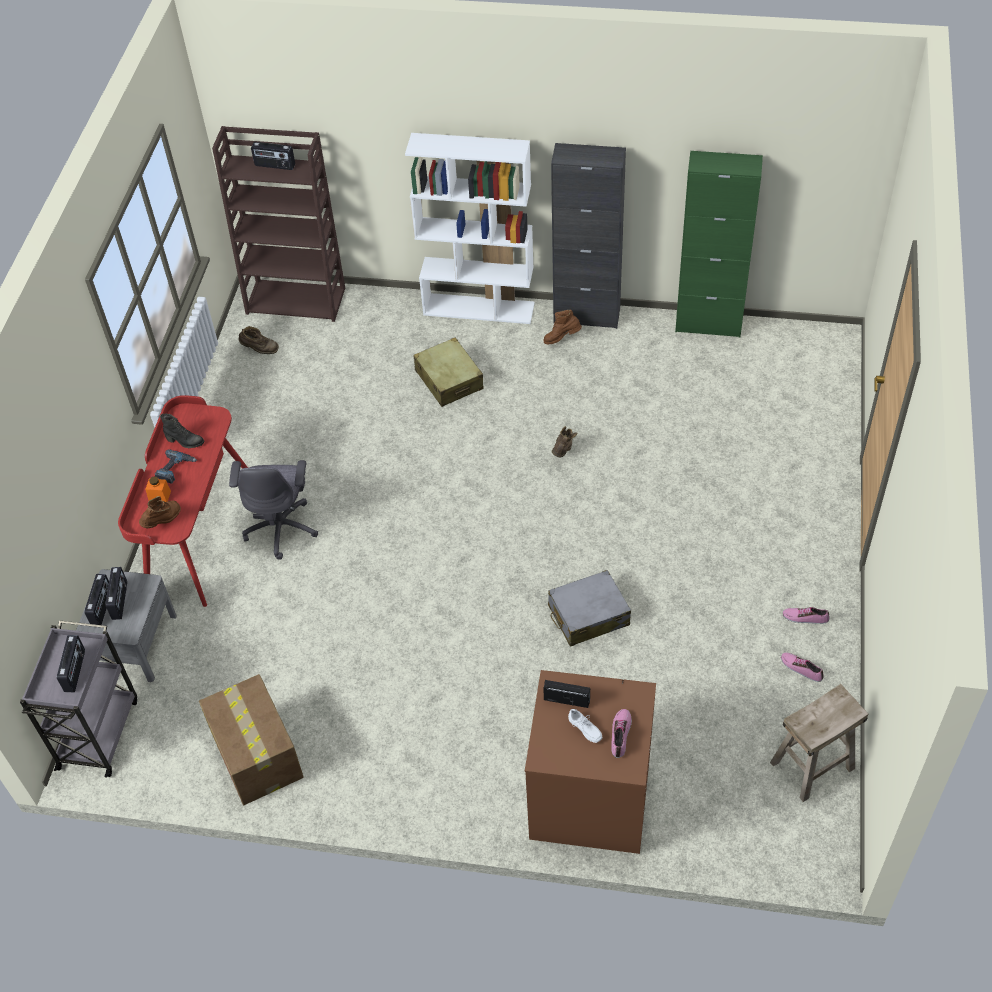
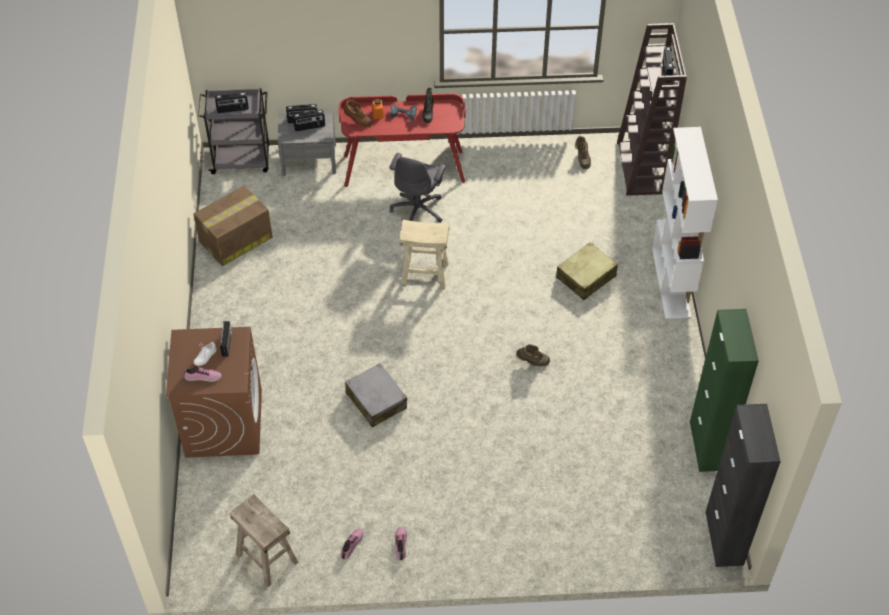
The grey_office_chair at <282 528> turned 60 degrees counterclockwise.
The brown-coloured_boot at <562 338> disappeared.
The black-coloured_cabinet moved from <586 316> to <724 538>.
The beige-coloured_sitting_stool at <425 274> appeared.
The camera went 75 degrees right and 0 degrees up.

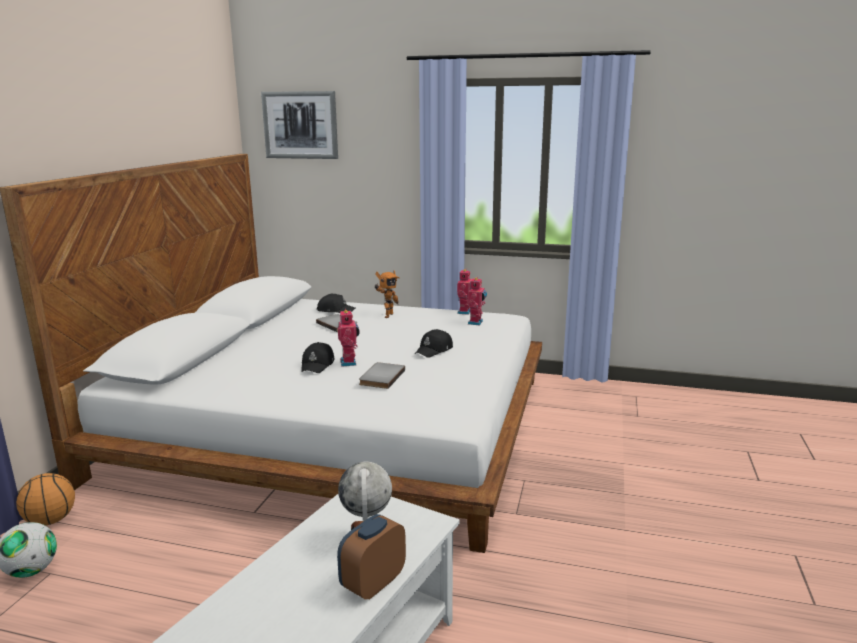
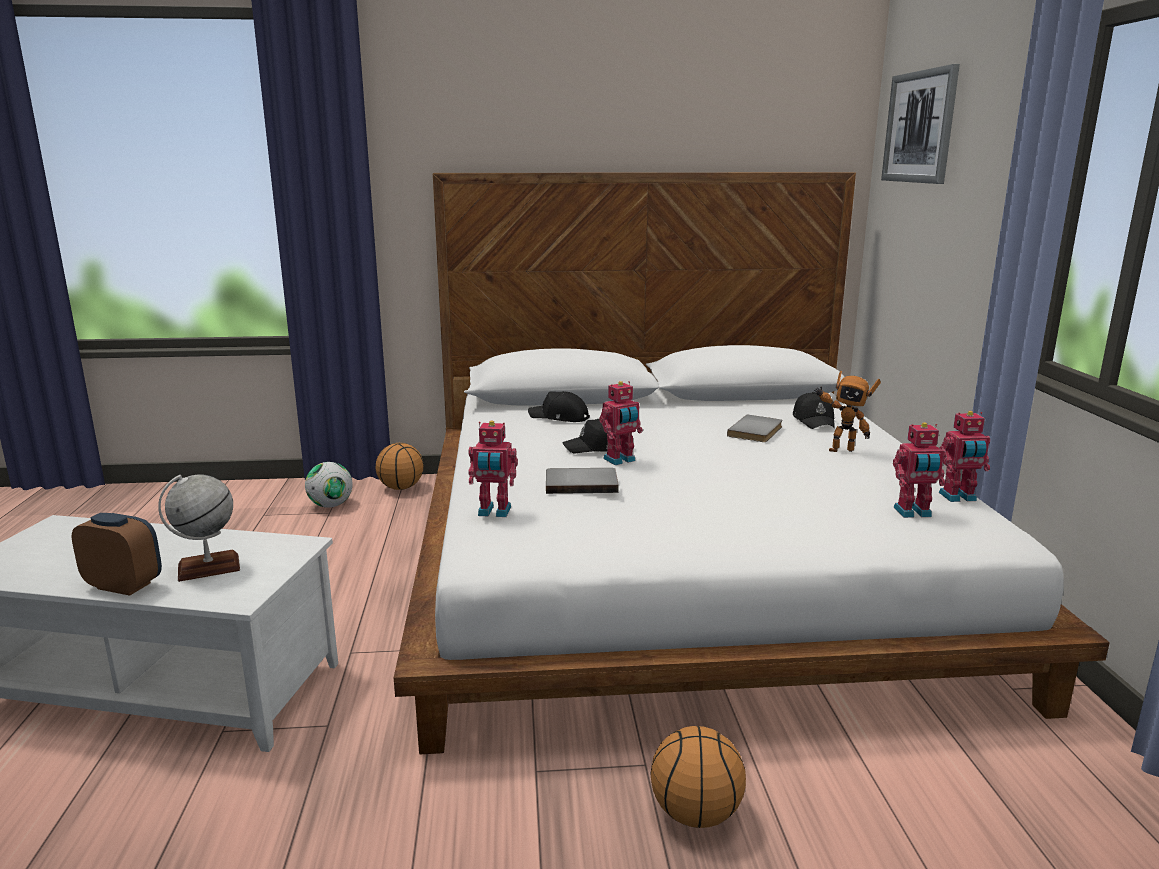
The black-coloured_cap moved from <434 350> to <559 417>.
The toy_robot at <494 512> appeared.
The ball_for_basketball at <696 814> appeared.
The camera went 70 degrees right and 0 degrees up.

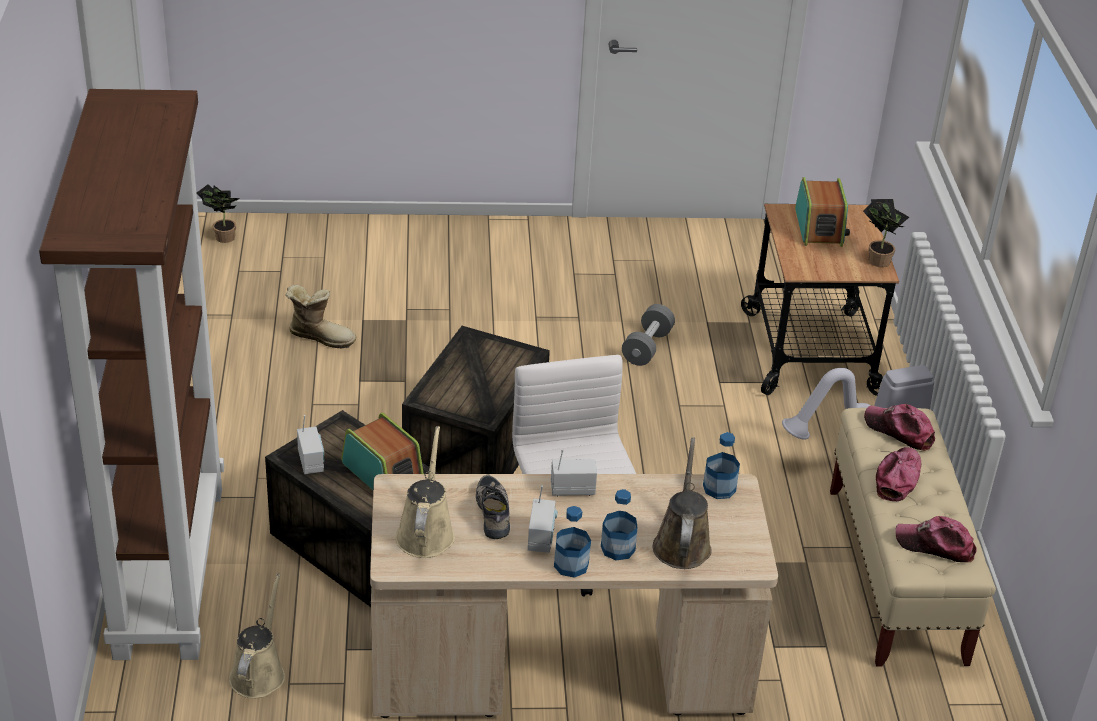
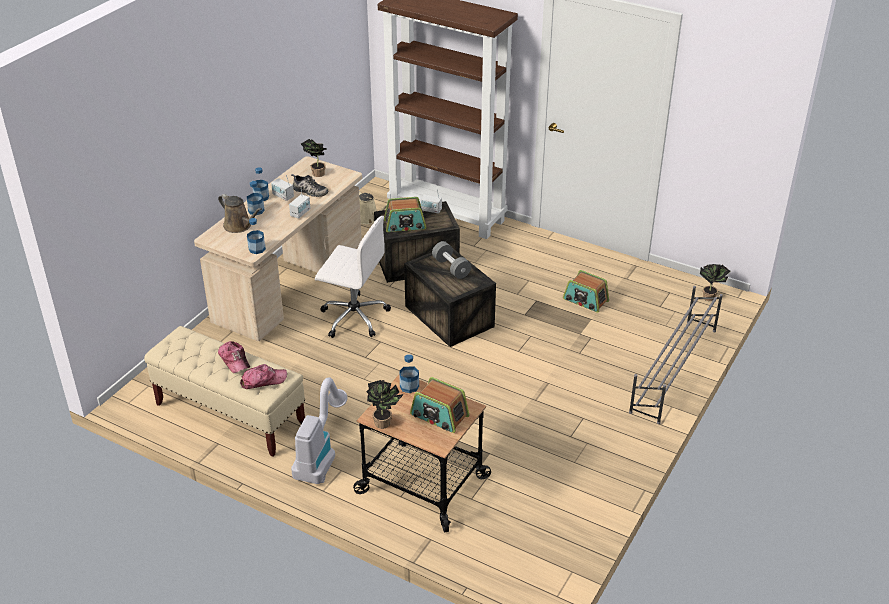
The boot at <321 336> was replaced by the radio_receiver at <585 300>.
The beige-coloured_watering_can at <426 532> was replaced by the plant_in_a_pot at <316 173>.
The grey_free_weight moved from <647 347> to <451 268>.
The cap at <935 545> disappeared.
The drink_bottle at <409 386> appeared.
The grey_shoe_rack at <673 370> appeared.
The camera went 125 degrees right and 0 degrees up.

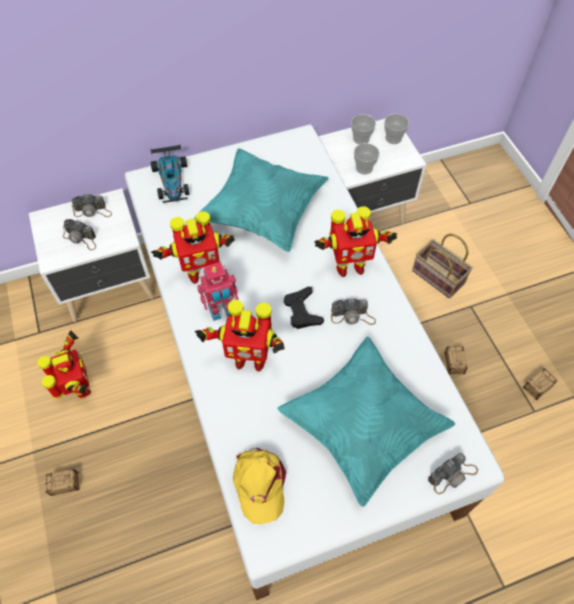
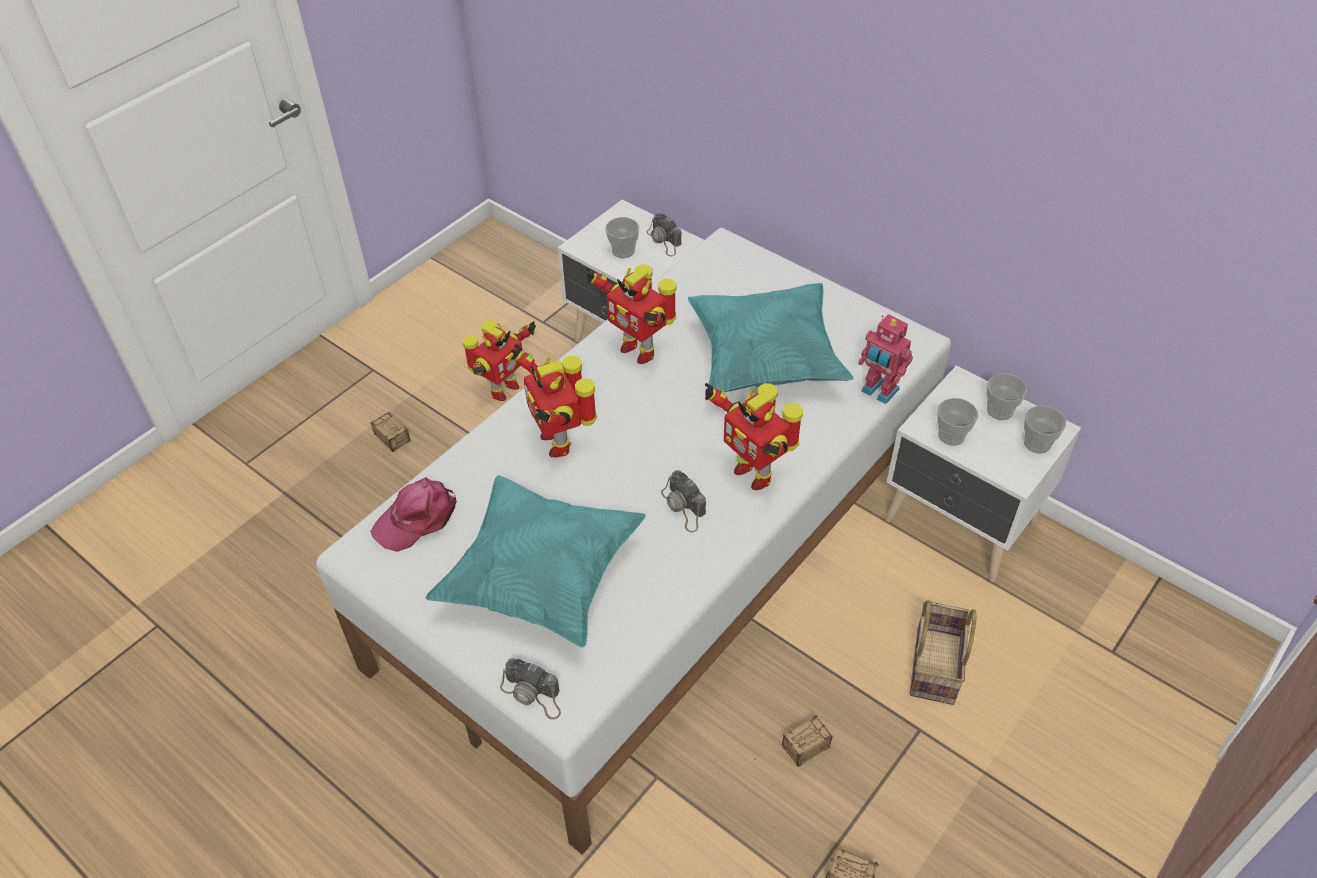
The photo_camera at <81 238> was replaced by the small_cup at <623 251>.
The model_car at <172 180> disappeared.
The toy_robot moved from <221 311> to <878 391>.
The yellowish_cap at <259 484> became the pink-coloured_cap at <417 518>.
The black-coloured_joypad at <302 311> disappeared.
The camera went 60 degrees right and 10 degrees down.

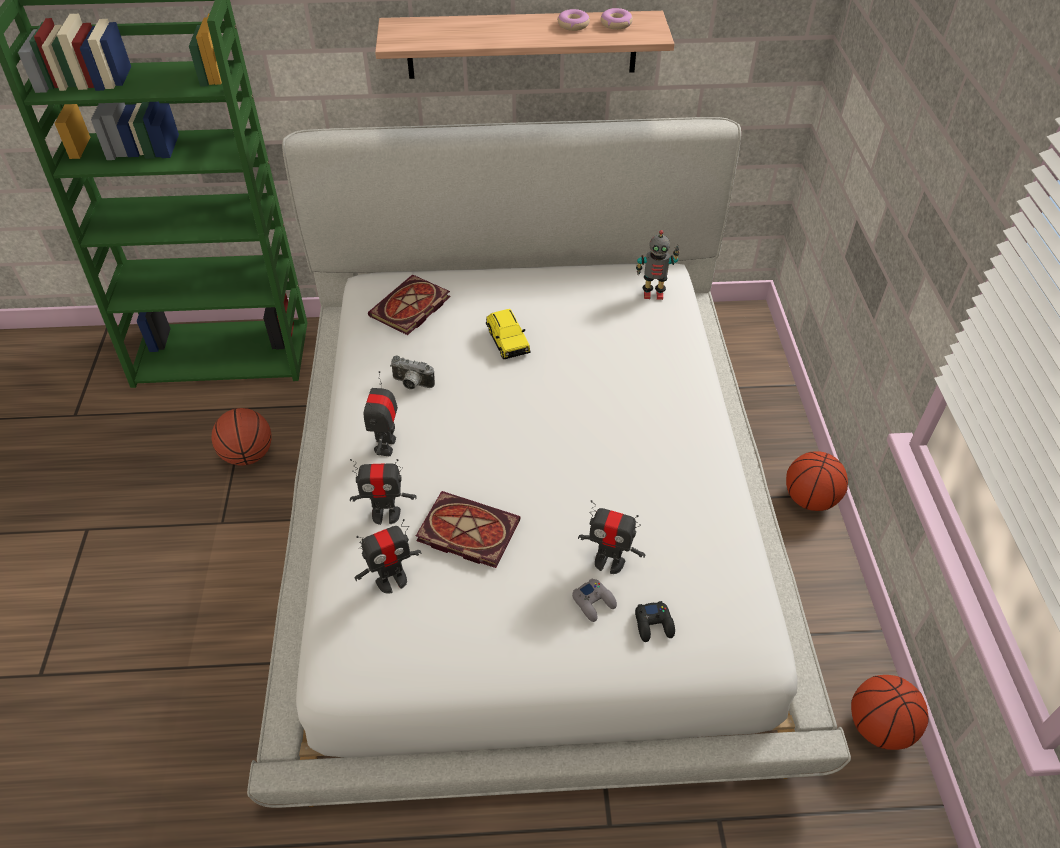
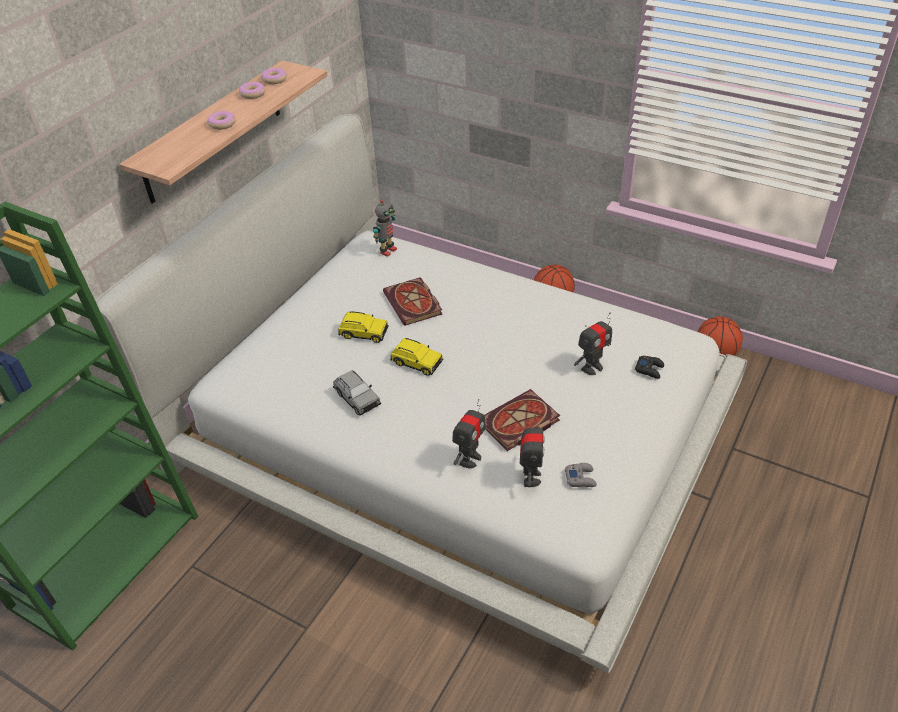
The ball_for_basketball at <248 455> disappeared.
The toy_robot at <386 445> disappeared.
The bound_book moved from <410 308> to <414 304>.
The photo_camera at <411 384> was replaced by the grey_model_car at <357 398>.
The grey_joypad moved from <594 602> to <580 478>.
The ring_doughnut at <222 124> appeared.
The yellowish_model_car at <417 363> appeared.
The camera went 55 degrees left and 5 degrees down.

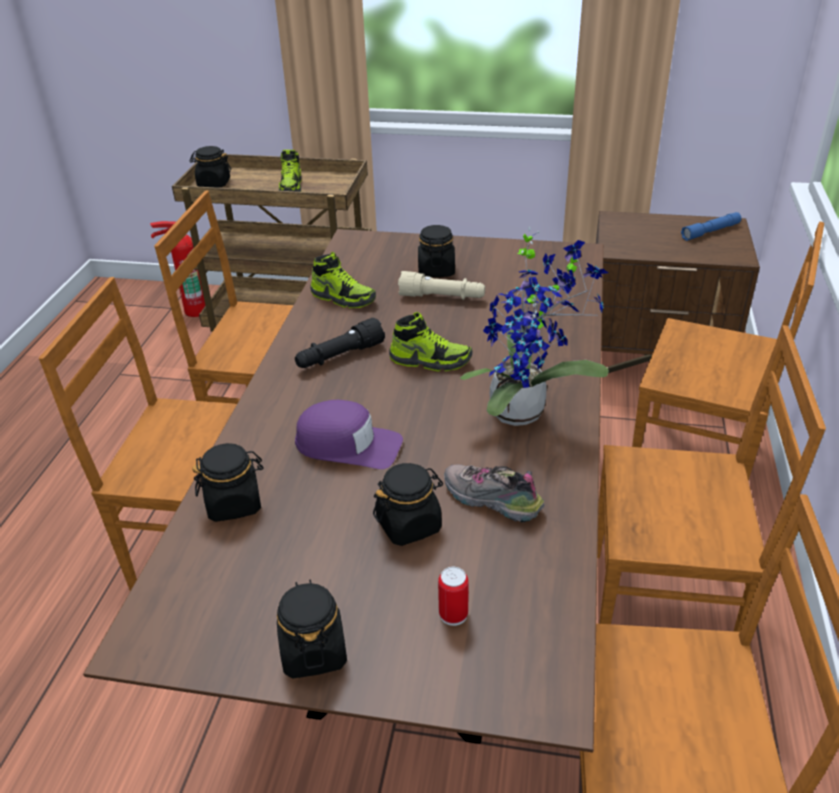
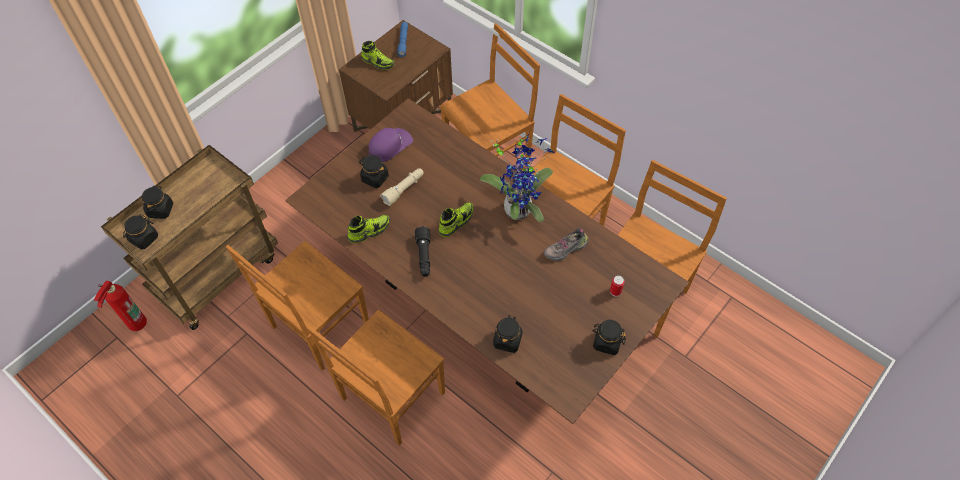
The shoe moved from <291 188> to <378 62>.
The purplish_cap moved from <348 445> to <390 146>.
The black-coloured_storage_jar moved from <409 525> to <160 210>.
The camera went 60 degrees left and 20 degrees up.

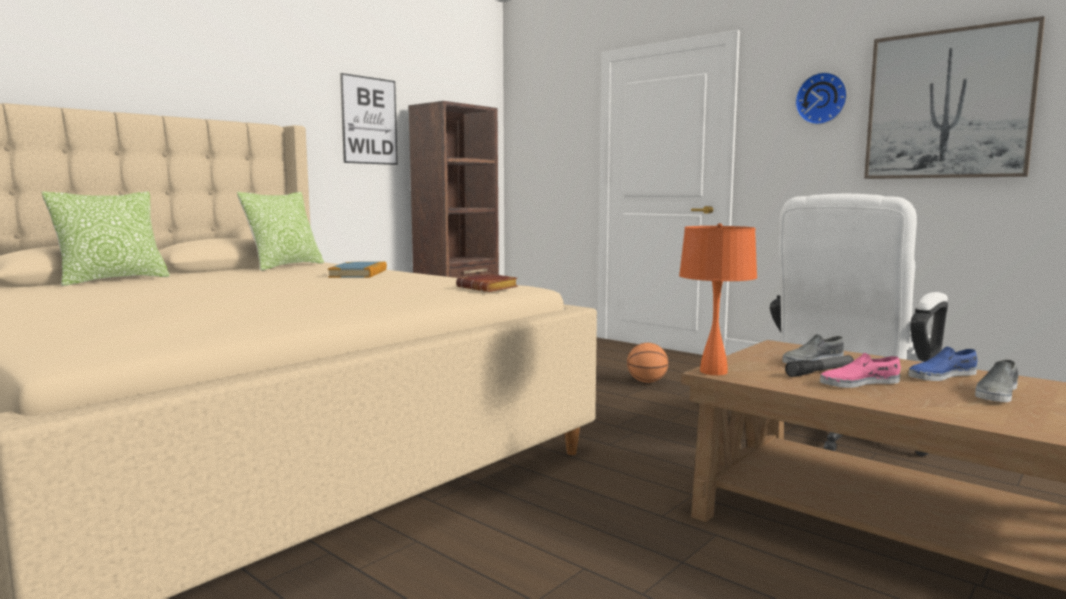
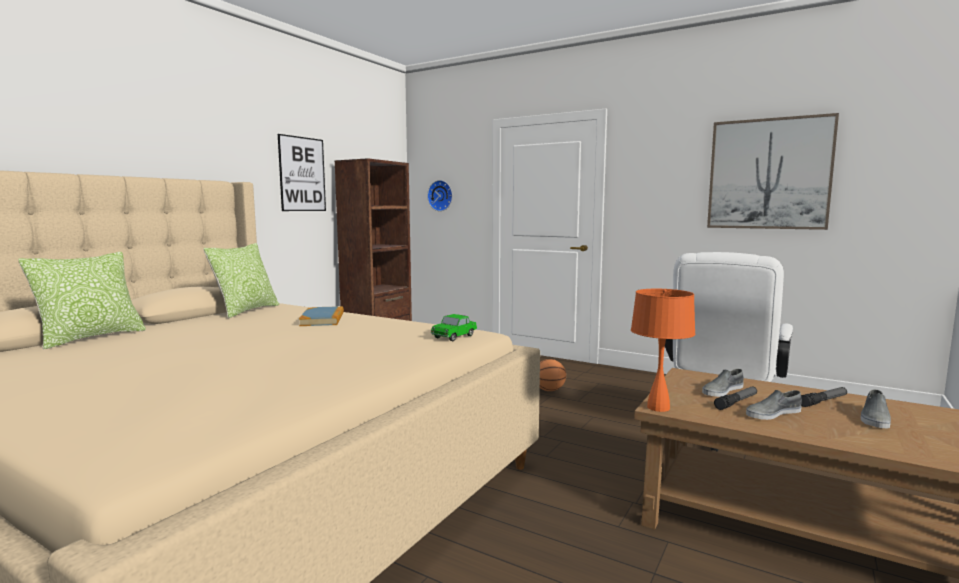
The brown-coloured_bound_book at <489 288> was replaced by the model_car at <454 337>.
The hanging_clock moved from <822 99> to <441 195>.
The pink-coloured_shoe at <858 383> became the grey_shoe at <772 413>.
The blue_shoe at <941 376> was replaced by the hand_torch at <823 401>.
The camera went 10 degrees left and 0 degrees up.

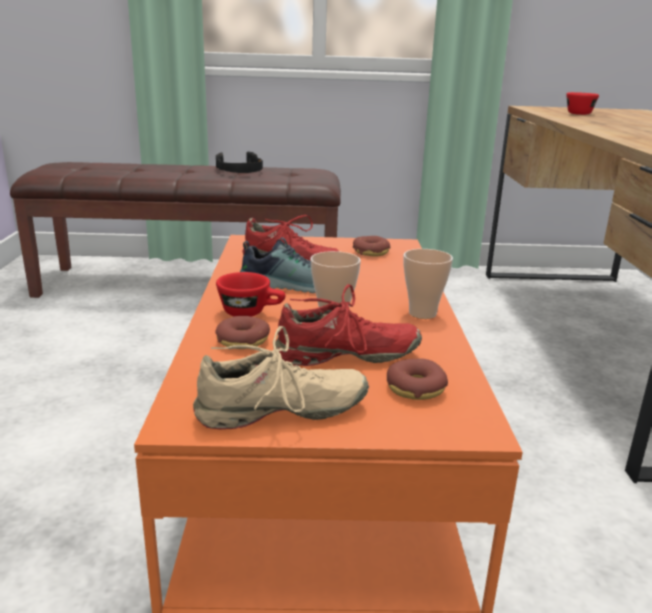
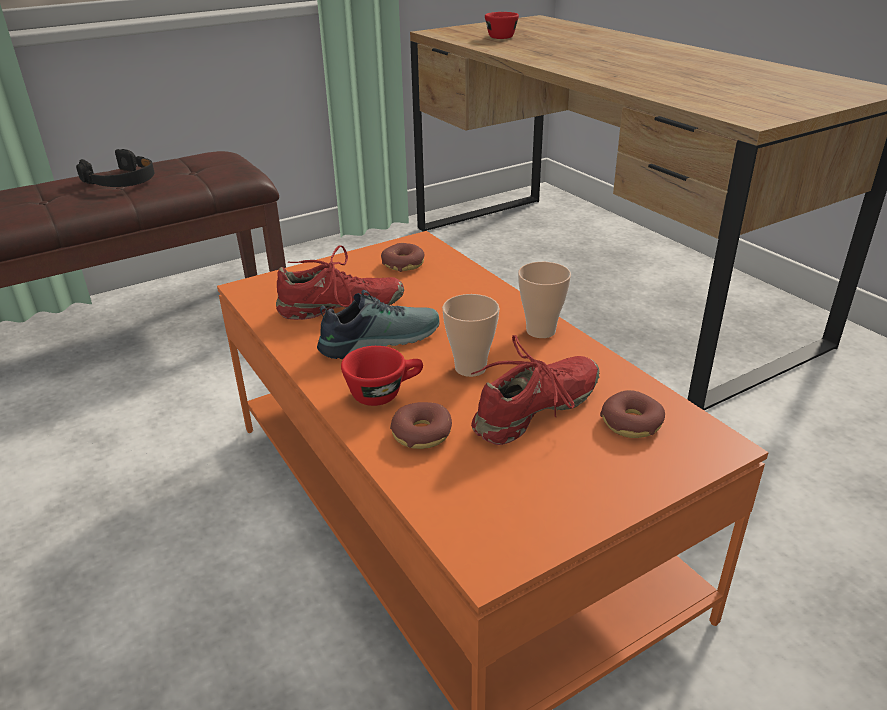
The beige-coloured_shoe at <281 412> disappeared.
The camera went 30 degrees left and 10 degrees up.

